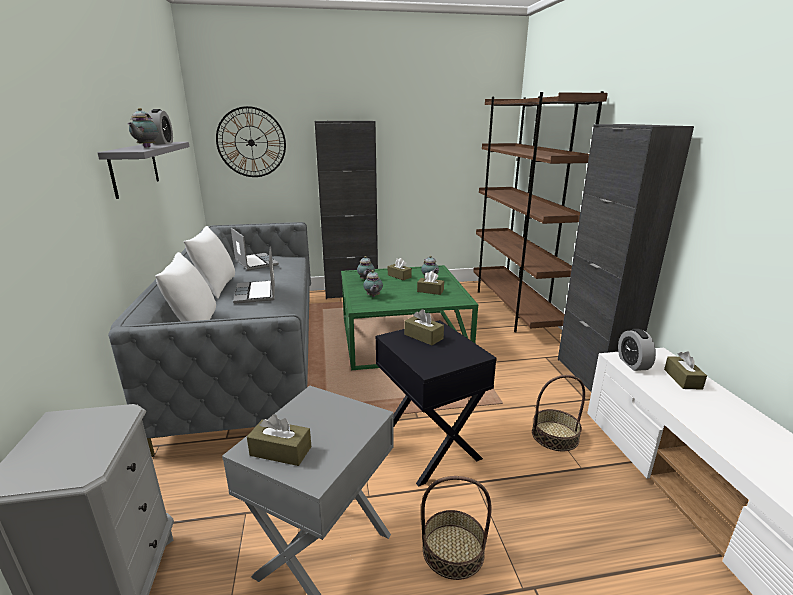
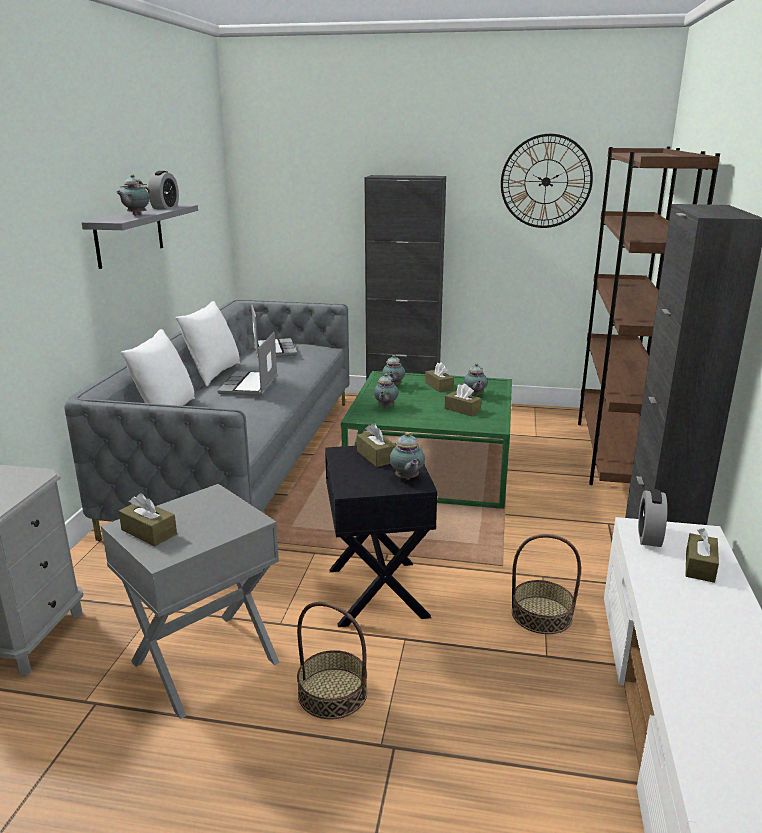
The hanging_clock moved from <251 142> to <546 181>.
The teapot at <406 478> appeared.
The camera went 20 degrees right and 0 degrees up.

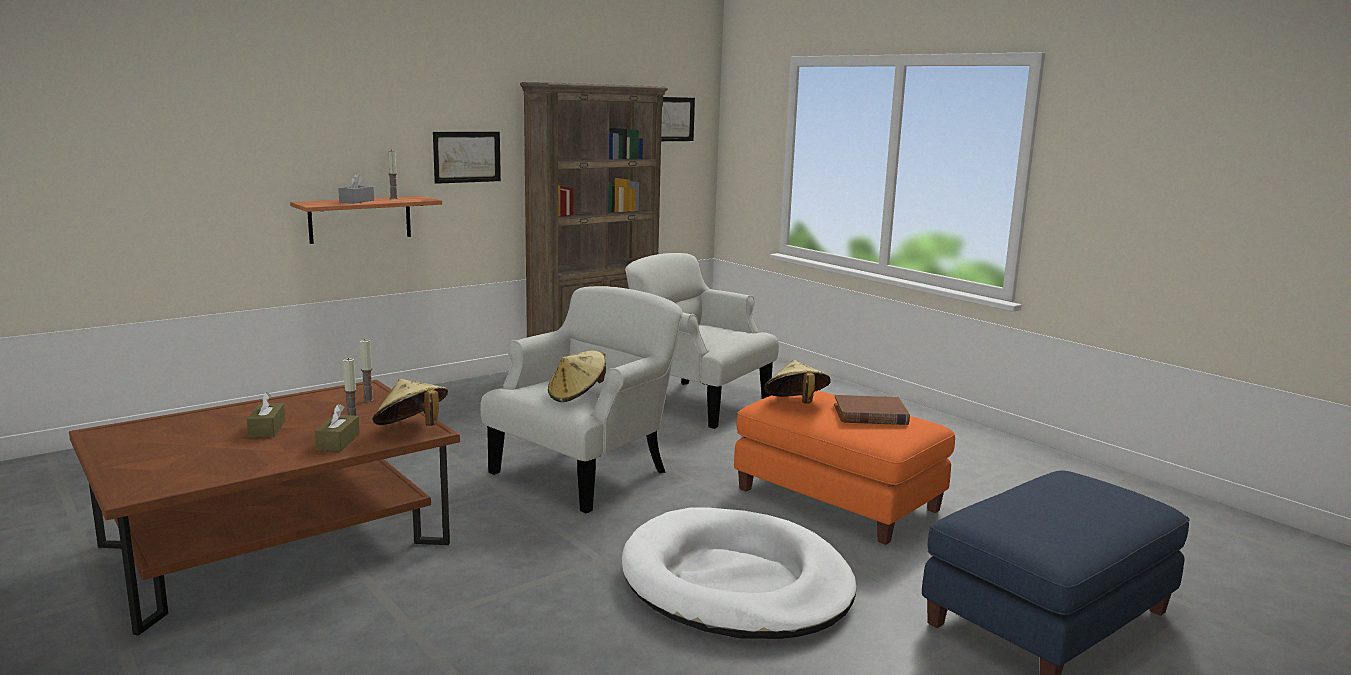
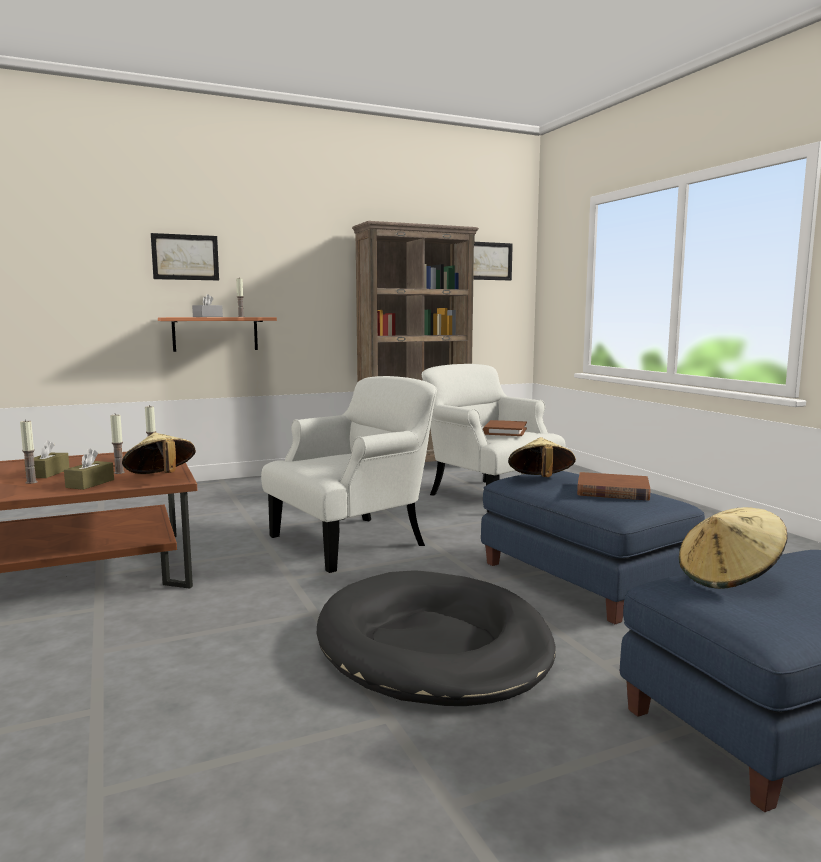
The wall_art moved from <467 157> to <185 257>.
The beige-coloured_hat moved from <577 395> to <729 577>.
The white-coloured_dog_cushion at <736 582> became the black-coloured_dog_cushion at <433 645>.
The orange_ottoman at <838 500> became the blue_ottoman at <583 580>.
The candle at <31 482> appeared.
The brown-coloured_bound_book at <504 431> appeared.
The camera went 15 degrees right and 5 degrees down.

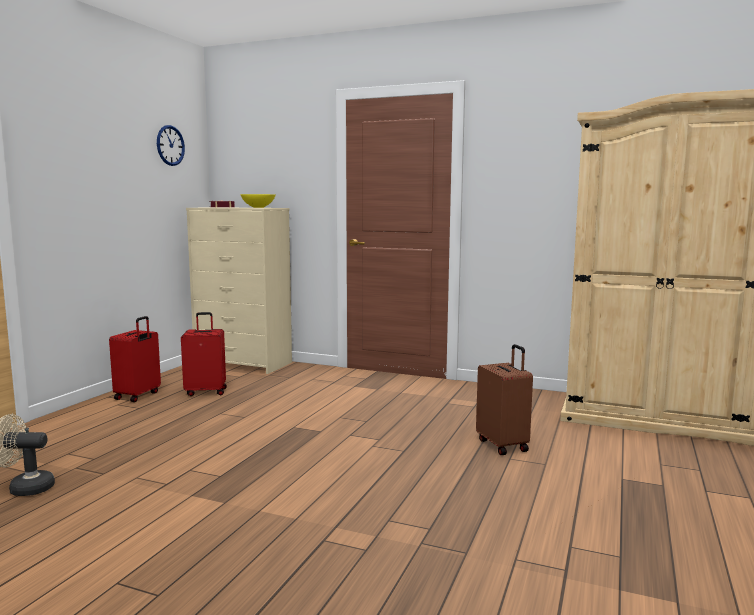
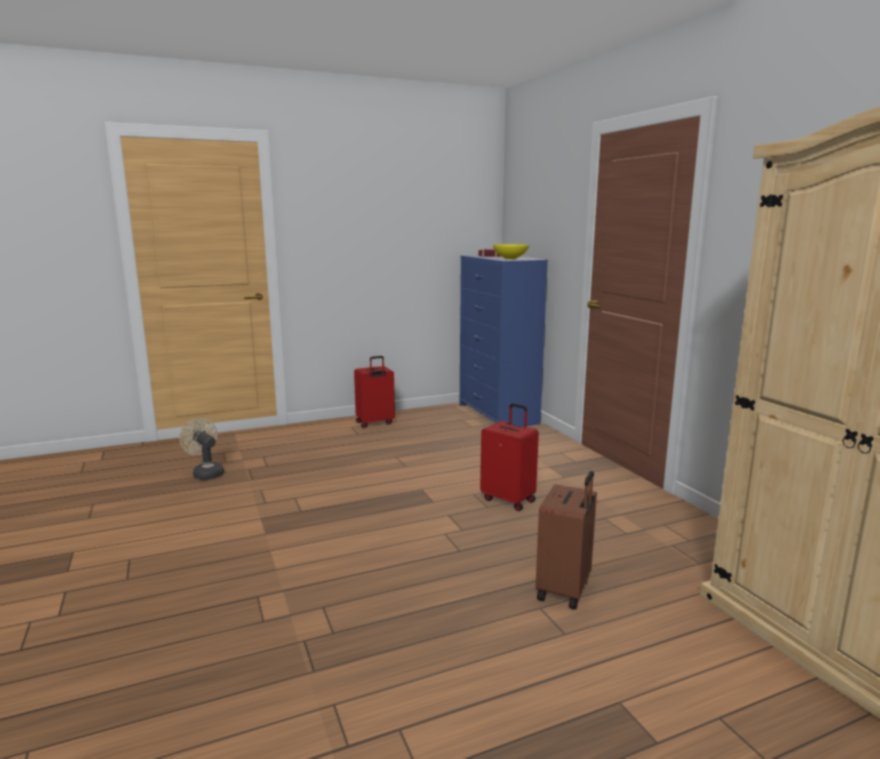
The hanging_clock at <170 145> disappeared.
The reddish_piece_of_luggage moved from <206 392> to <509 500>.
The beige-coloured_dresser at <244 363> became the blue_dresser at <498 414>.
The camera went 45 degrees right and 5 degrees up.

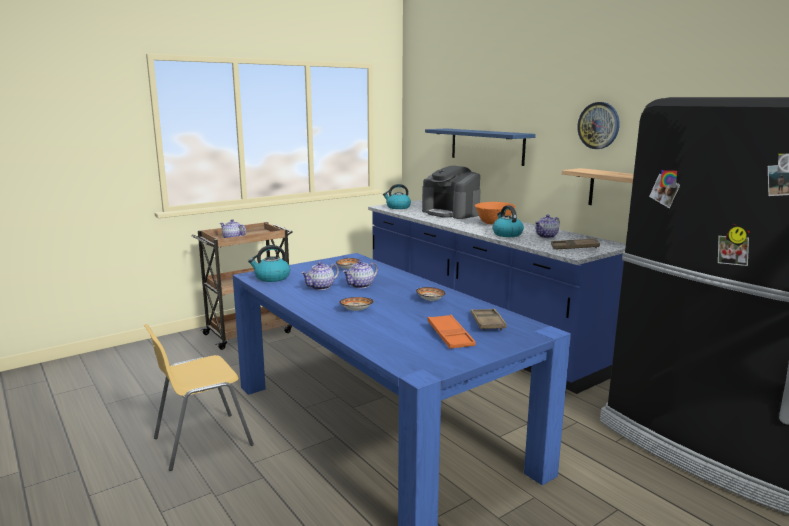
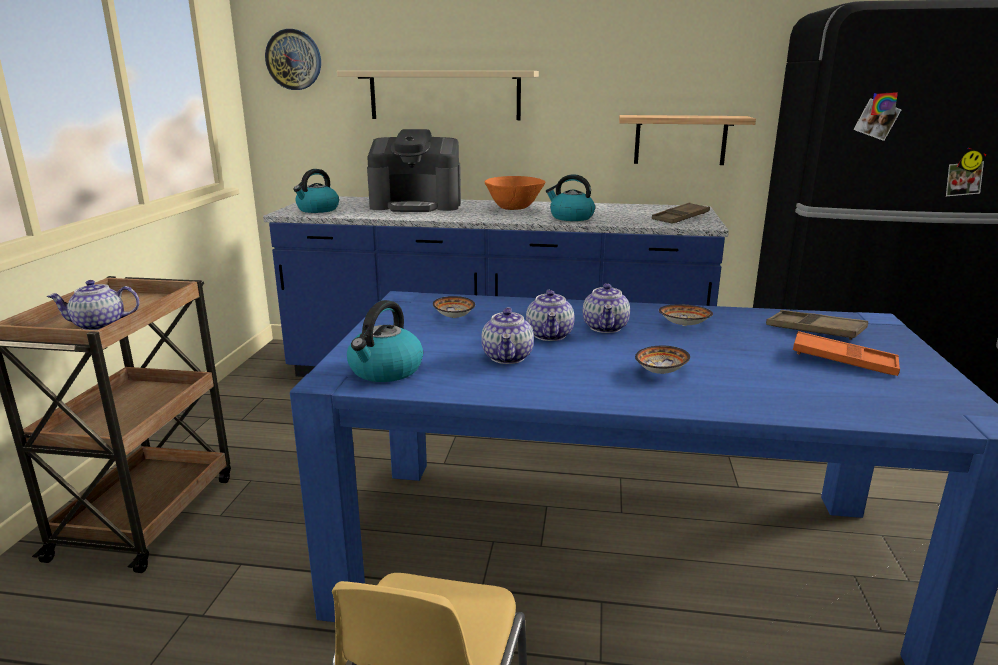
The blue_bracket_shelf at <486 146> became the beige-coloured_bracket_shelf at <444 95>.
The teapot moved from <546 236> to <606 328>.
The hanging_clock moved from <598 125> to <294 59>.
The camera went 45 degrees left and 5 degrees up.

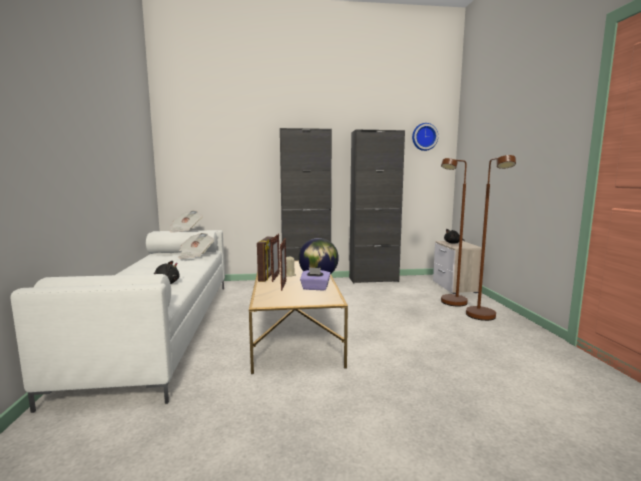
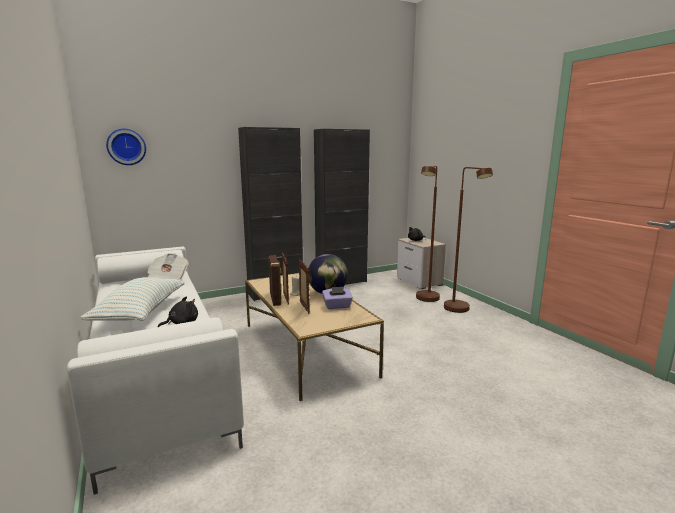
The printed_paper at <185 230> disappeared.
The hanging_clock moved from <424 137> to <126 147>.
The throw_pillow at <140 312> appeared.
The camera went 20 degrees left and 5 degrees up.

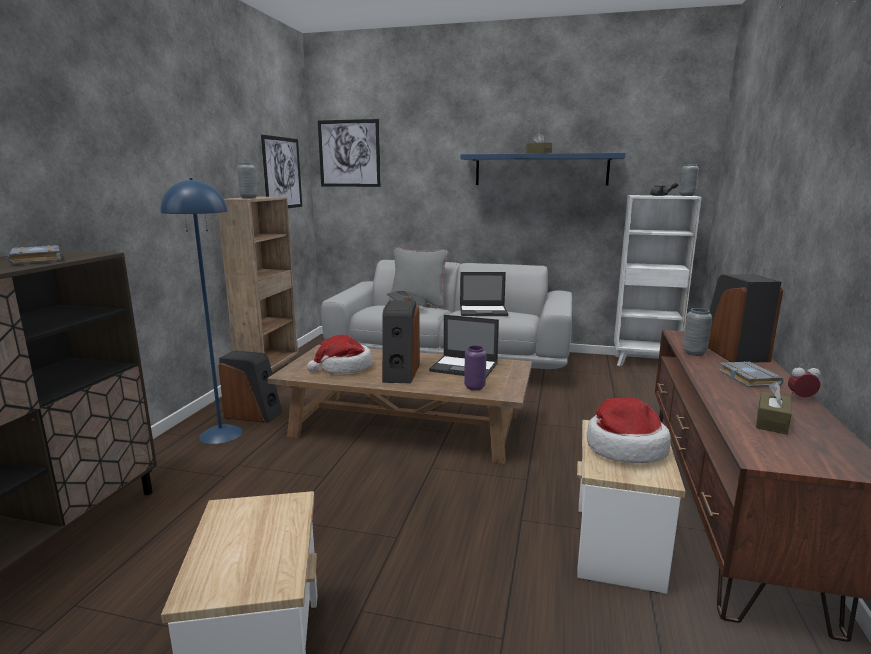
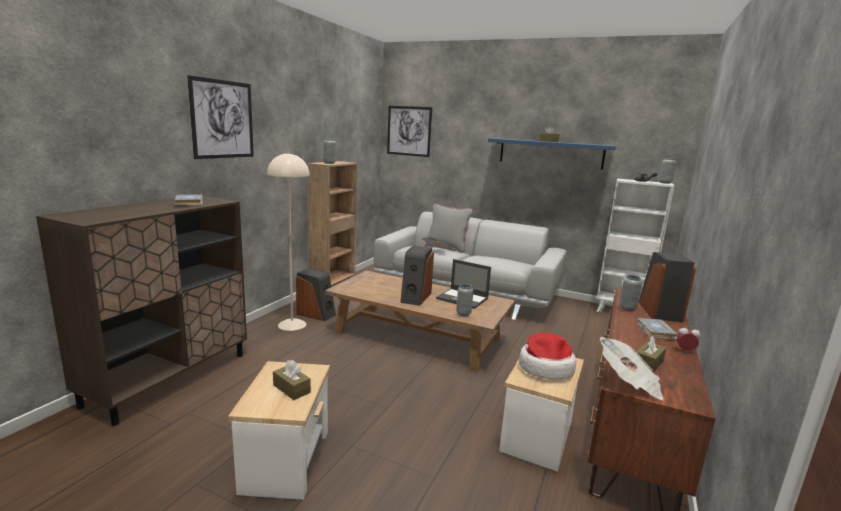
The blue_standard_lamp at <221 434> became the beige-coloured_standard_lamp at <292 324>.
The wall_art moved from <282 173> to <223 119>.
The hat at <344 367> disappeared.
The laptop at <484 311> disappeared.
The purplish_vase at <474 387> became the grey_vase at <463 314>.
The brown-coloured_tissue_holder at <291 389> appeared.
The printed_paper at <629 383> appeared.
The camera went 10 degrees right and 0 degrees up.

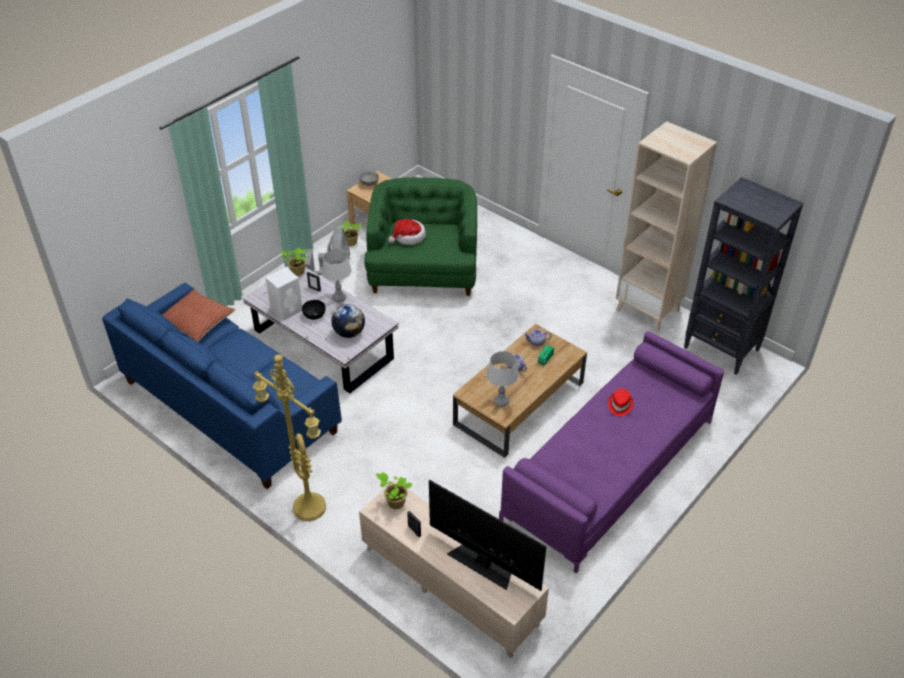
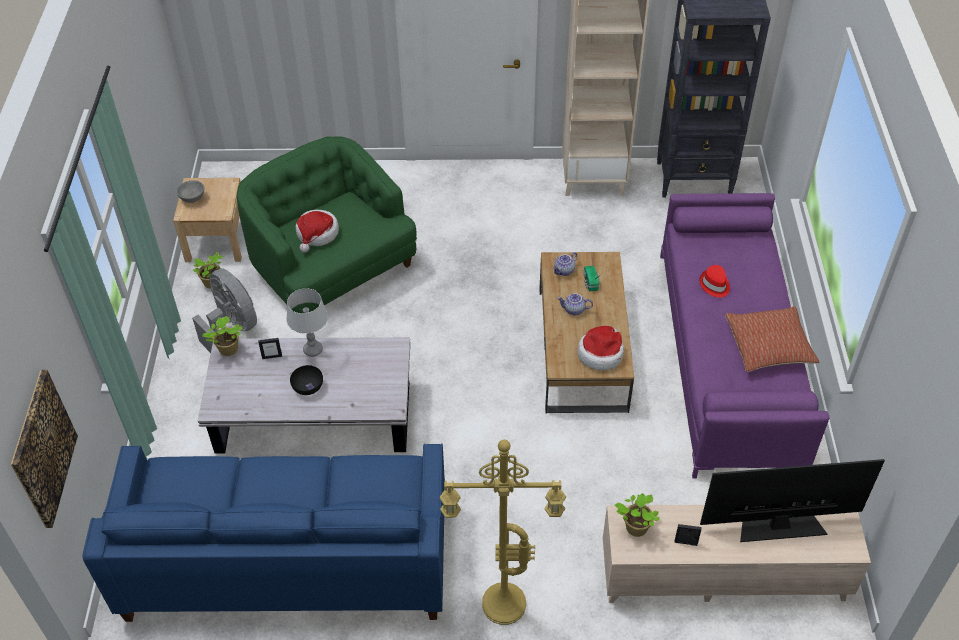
The throw_pillow moved from <197 322> to <769 346>.
The white-coloured_speaker at <287 309> disappeared.
The globe at <349 333> disappeared.
The grey_table_lamp at <501 401> was replaced by the hat at <600 353>.
The wall_art at <43 449> appeared.
The camera went 40 degrees left and 5 degrees up.

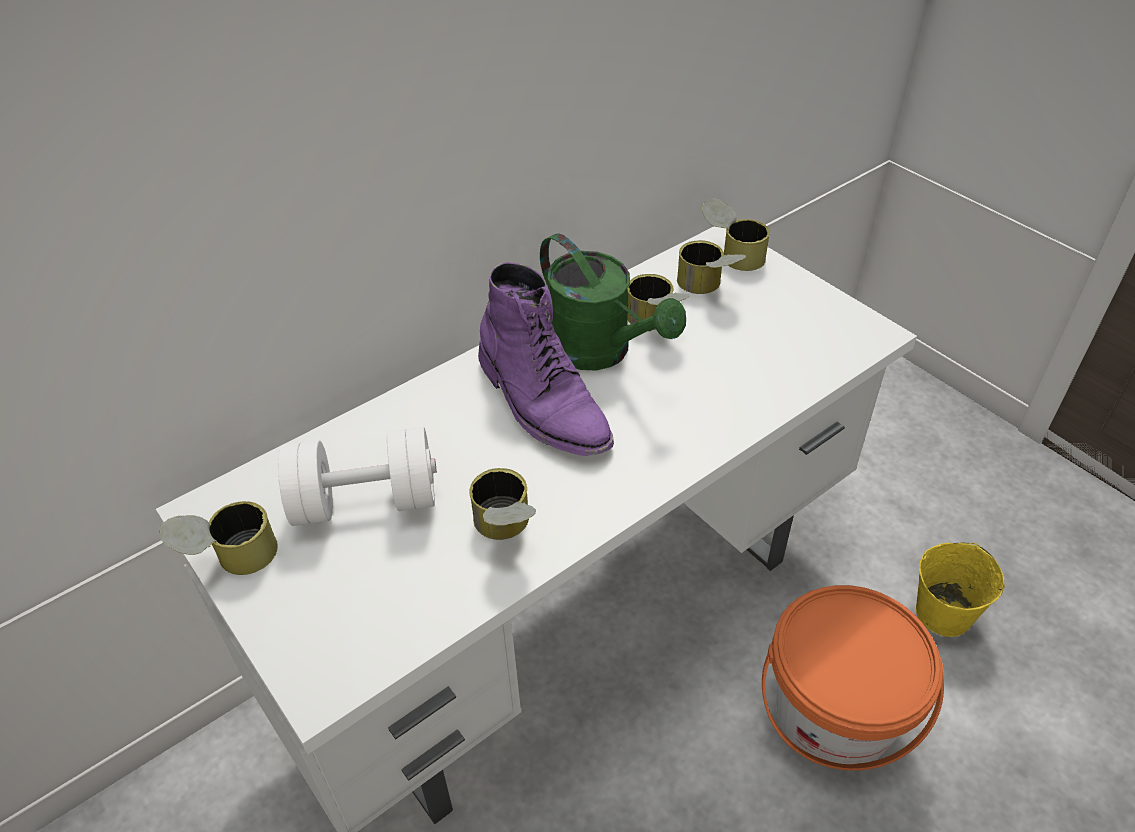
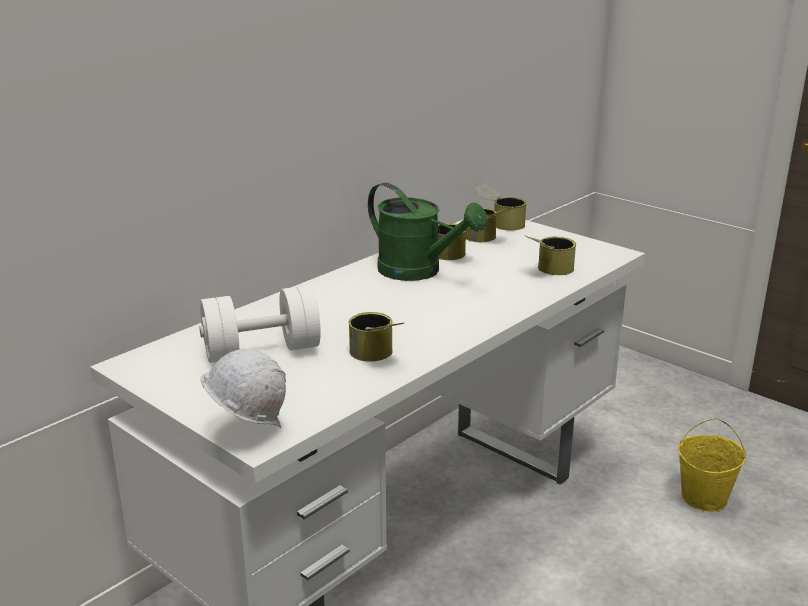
The metal_can moved from <230 558> to <547 271>.
The purplish_boot at <542 402> disappeared.
The orange_bucket at <834 714> disappeared.
The white-coloured_safety_helmet at <247 431> appeared.
The camera went 10 degrees left and 20 degrees down.

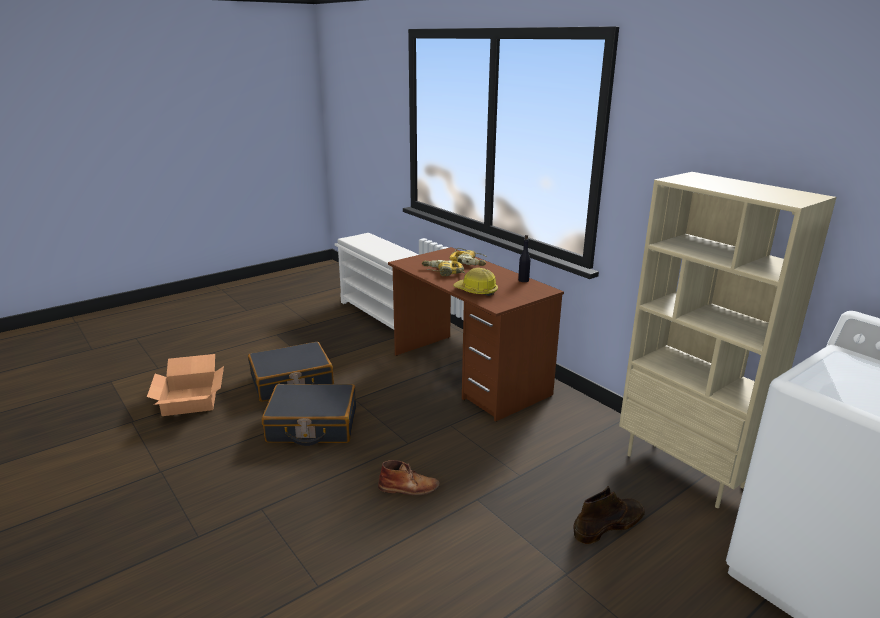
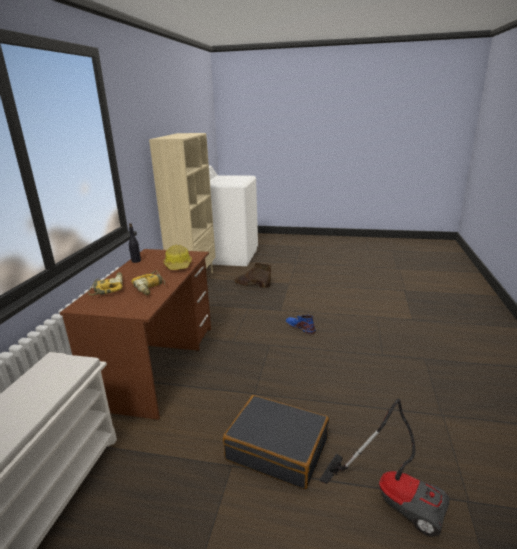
The cardboard_box at <189 400> was replaced by the hoover at <394 496>.
The black-coloured_piece_of_luggage at <312 425> disappeared.
The brown-coloured_boot at <409 487> became the blue_boot at <300 327>.
The camera went 130 degrees left and 0 degrees up.

